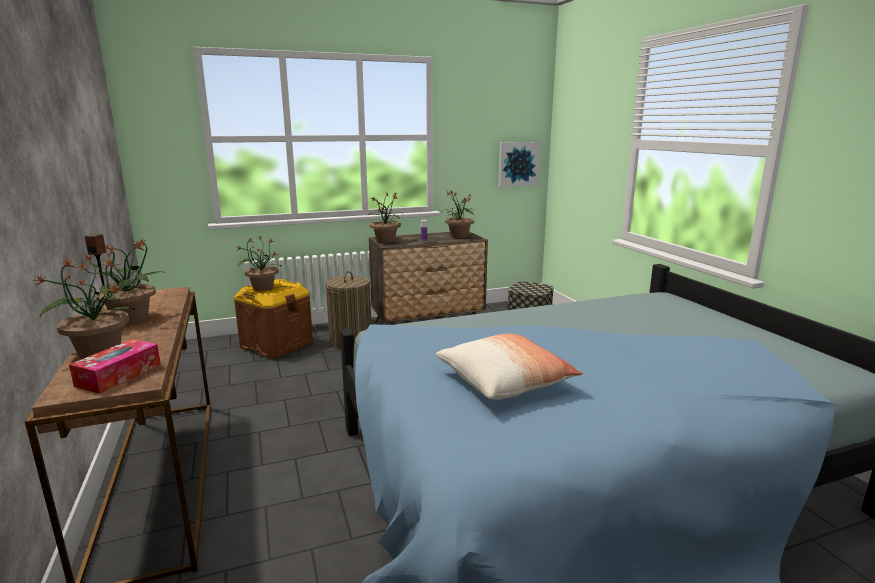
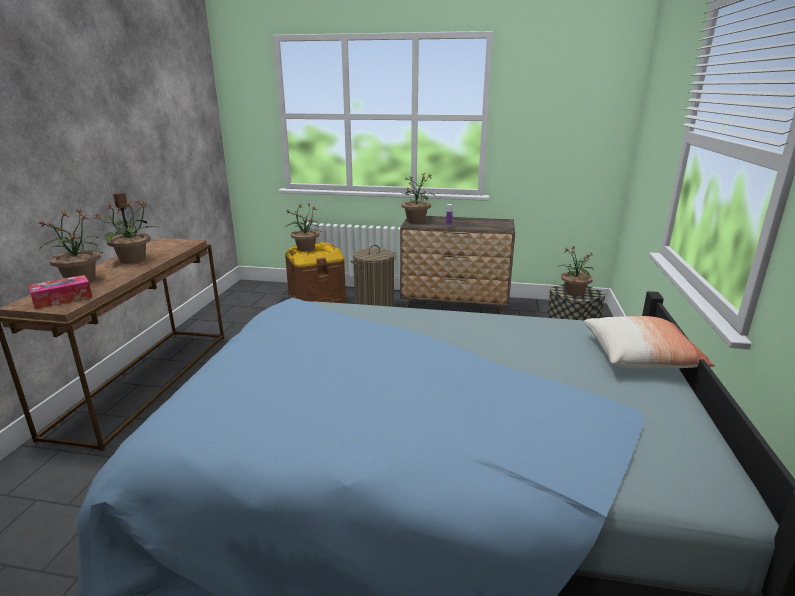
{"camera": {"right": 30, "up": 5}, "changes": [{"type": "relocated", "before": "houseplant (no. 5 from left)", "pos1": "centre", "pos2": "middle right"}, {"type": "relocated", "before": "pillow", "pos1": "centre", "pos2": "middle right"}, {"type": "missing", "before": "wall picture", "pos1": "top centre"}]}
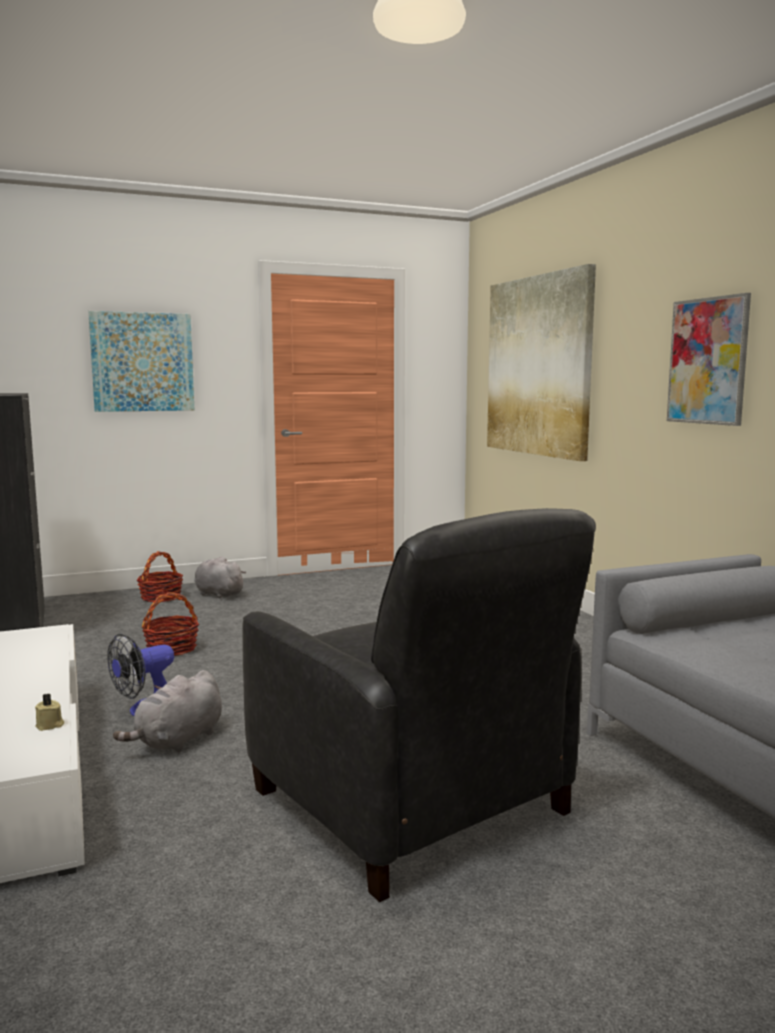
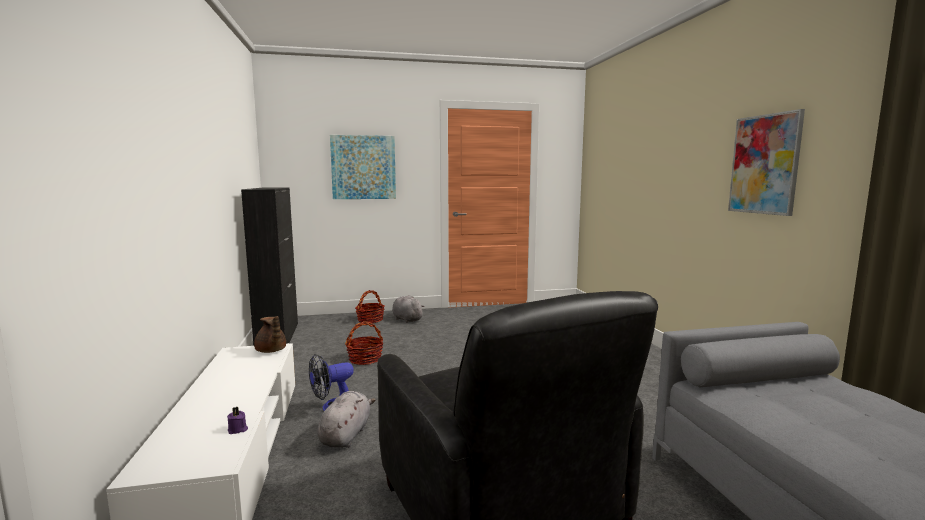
{"camera": {"right": 10, "up": 0}, "changes": [{"type": "colour", "before": "beige candle", "after": "purplish candle", "pos1": "bottom left", "pos2": "bottom left"}, {"type": "appeared", "after": "brown-coloured pot for tea", "pos2": "middle left"}, {"type": "spun", "before": "greyish cuddly toy (no. 1 from left)", "pos1": "bottom left", "pos2": "bottom centre", "turn": 150}, {"type": "missing", "before": "wall picture (no. 2 from left)", "pos1": "middle right"}]}
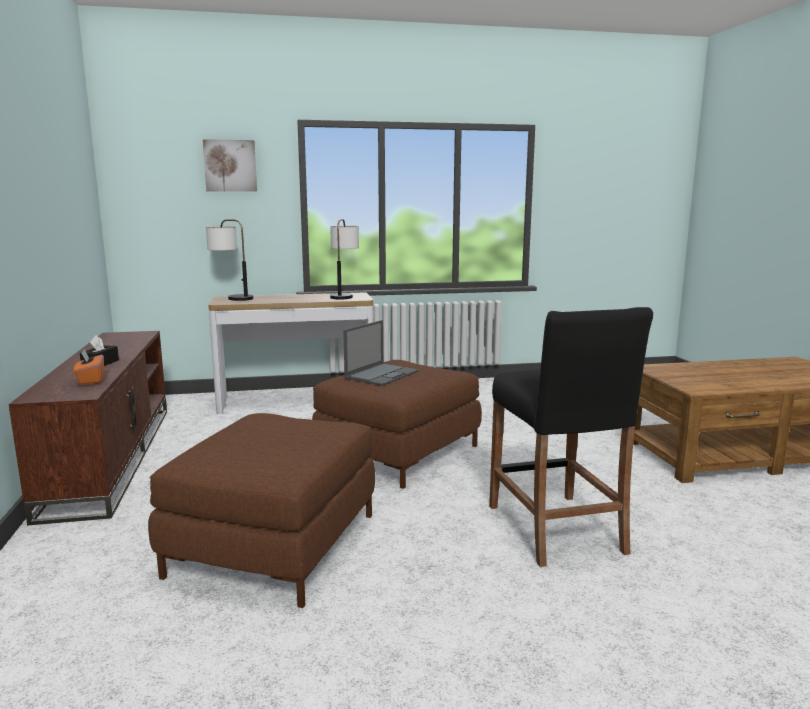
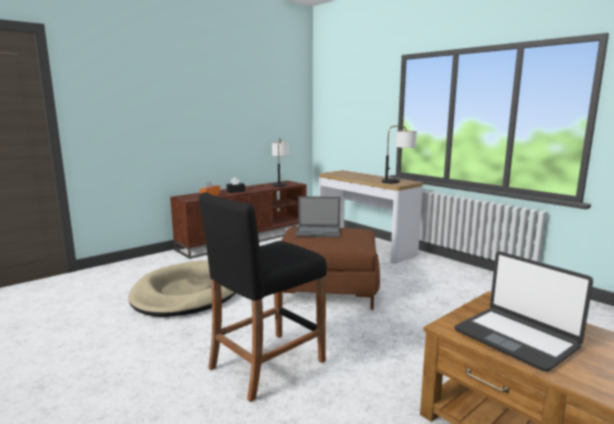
{"camera": {"right": 60, "up": 0}, "changes": [{"type": "exchanged", "before": "brown-coloured pouffe (no. 1 from left)", "after": "beige dog cushion", "pos1": "bottom left", "pos2": "bottom left"}, {"type": "relocated", "before": "lamp for a table (no. 1 from left)", "pos1": "middle left", "pos2": "centre"}, {"type": "appeared", "after": "portable computer (no. 2 from left)", "pos2": "bottom right"}, {"type": "missing", "before": "wall picture", "pos1": "top left"}]}
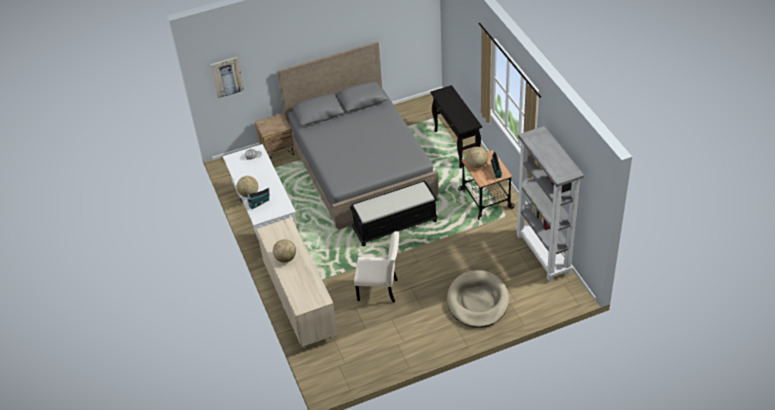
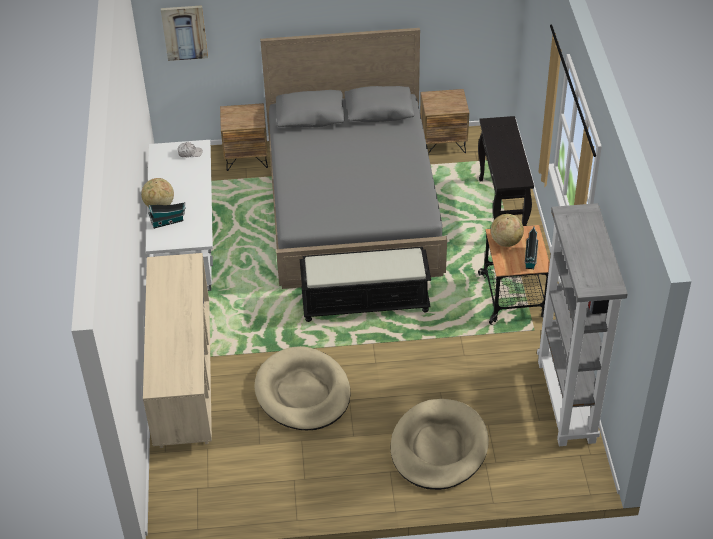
{"camera": {"right": 15, "up": 0}, "changes": [{"type": "exchanged", "before": "beige upright chair", "after": "beige dog cushion (no. 1 from left)", "pos1": "centre", "pos2": "bottom centre"}, {"type": "appeared", "after": "brown-coloured nightstand (no. 2 from left)", "pos2": "top centre"}, {"type": "missing", "before": "world globe (no. 2 from left)", "pos1": "centre"}]}
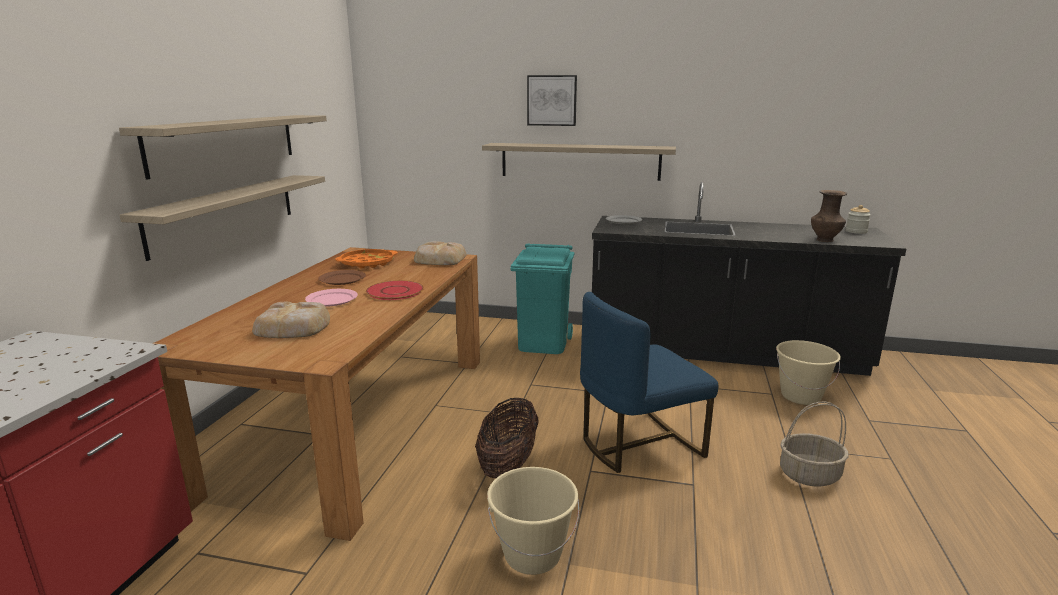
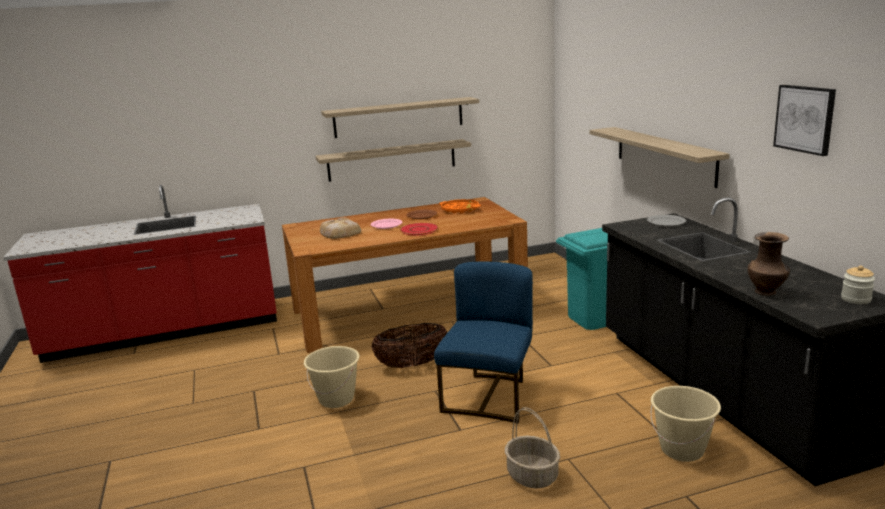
{"camera": {"right": 60, "up": 0}, "changes": [{"type": "spun", "before": "blue-coloured upright chair", "pos1": "centre", "pos2": "bottom centre", "turn": 75}, {"type": "relocated", "before": "wall picture", "pos1": "top centre", "pos2": "top right"}, {"type": "missing", "before": "bread (no. 2 from left)", "pos1": "centre"}]}
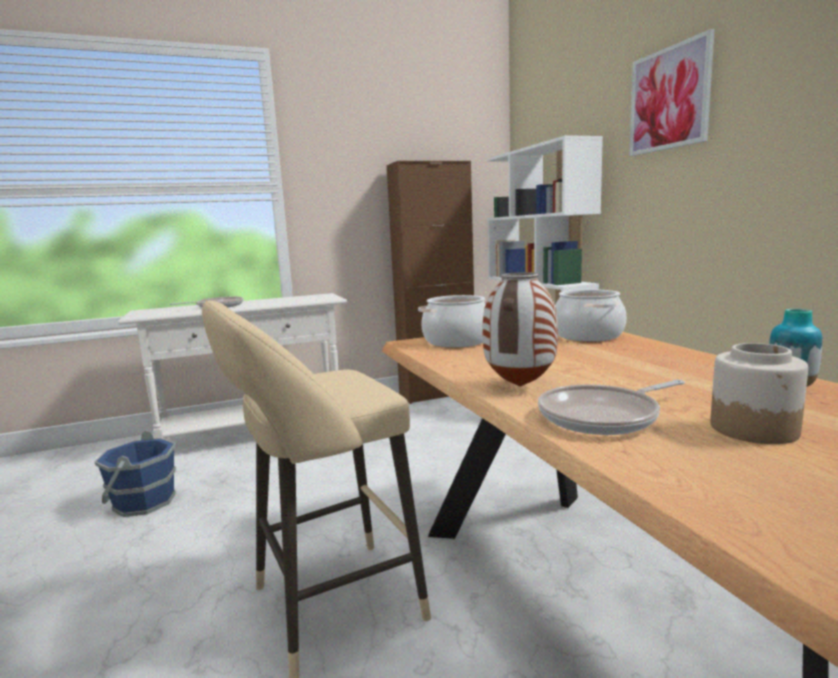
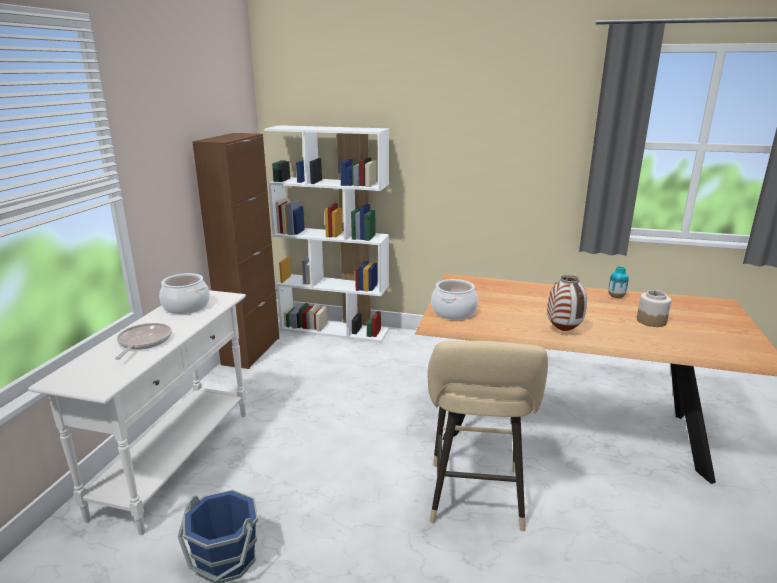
{"camera": {"right": -55, "up": 10}, "changes": [{"type": "relocated", "before": "stockpot (no. 2 from left in the first image)", "after": "stockpot (no. 1 from left)", "pos1": "middle right", "pos2": "middle left"}, {"type": "missing", "before": "skillet (no. 2 from left)", "pos1": "middle right"}, {"type": "missing", "before": "wall picture", "pos1": "top right"}]}
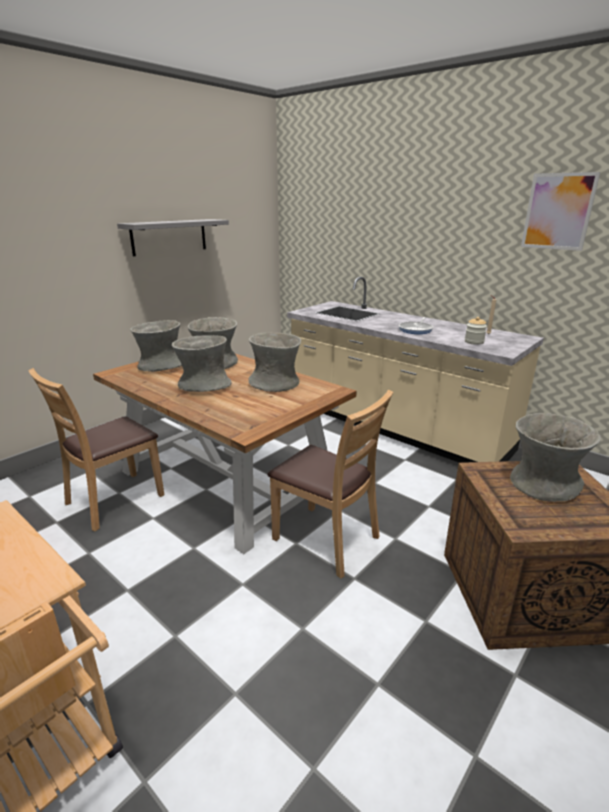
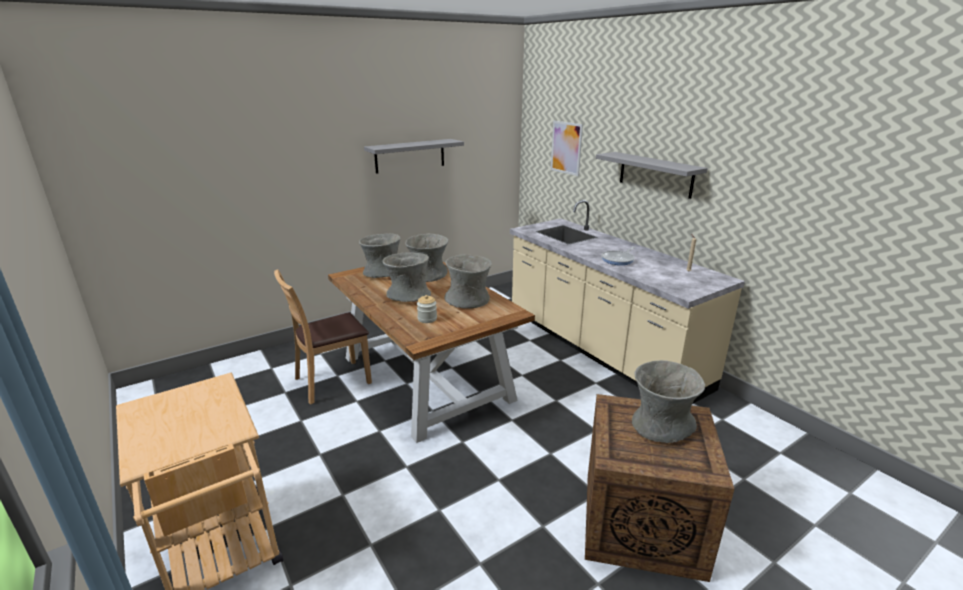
{"camera": {"right": 15, "up": 0}, "changes": [{"type": "relocated", "before": "preserve jar", "pos1": "middle right", "pos2": "centre"}, {"type": "relocated", "before": "wall picture", "pos1": "top right", "pos2": "top centre"}, {"type": "appeared", "after": "greyish bracket shelf (no. 2 from left)", "pos2": "top right"}, {"type": "missing", "before": "brown-coloured upright chair (no. 2 from left)", "pos1": "centre"}]}
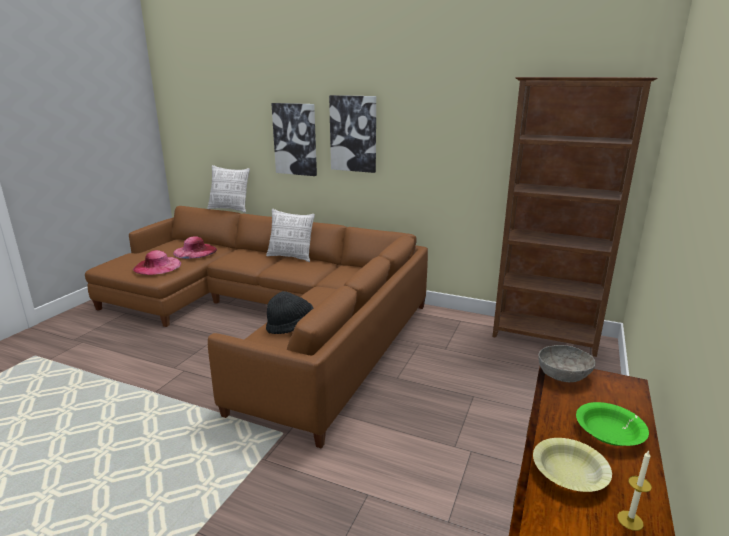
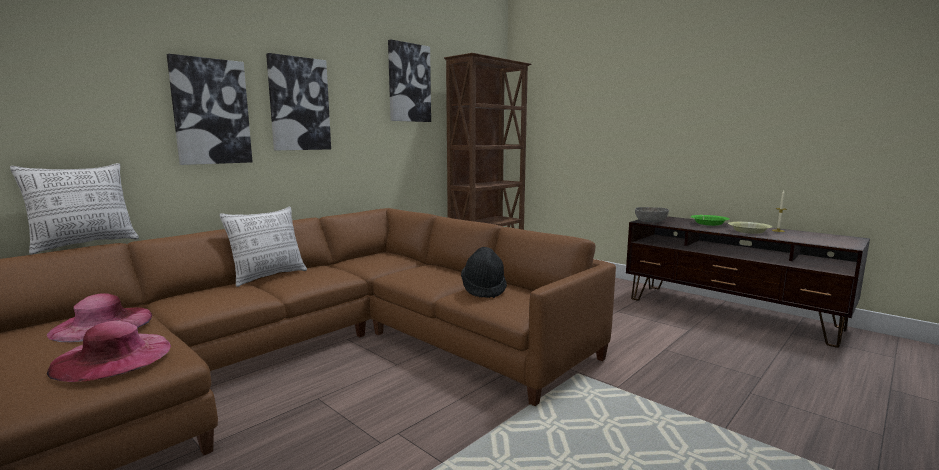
{"camera": {"right": -70, "up": -10}, "changes": [{"type": "appeared", "after": "wall picture (no. 3 from left)", "pos2": "top centre"}]}
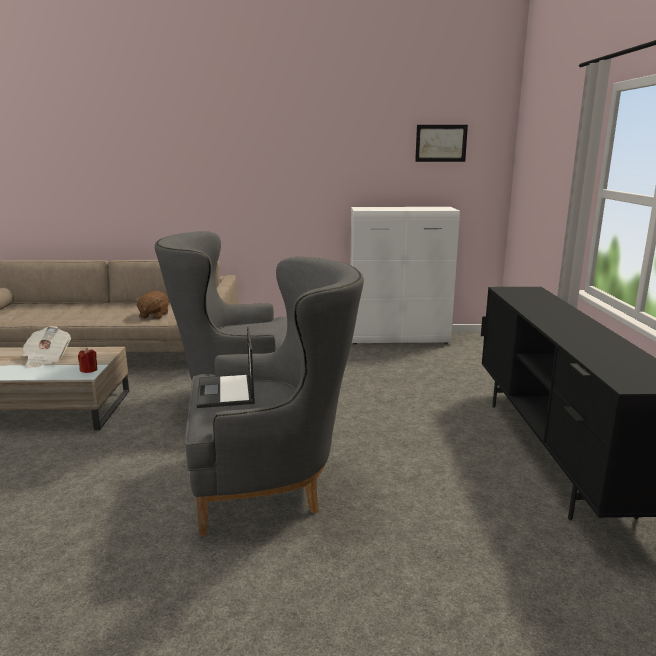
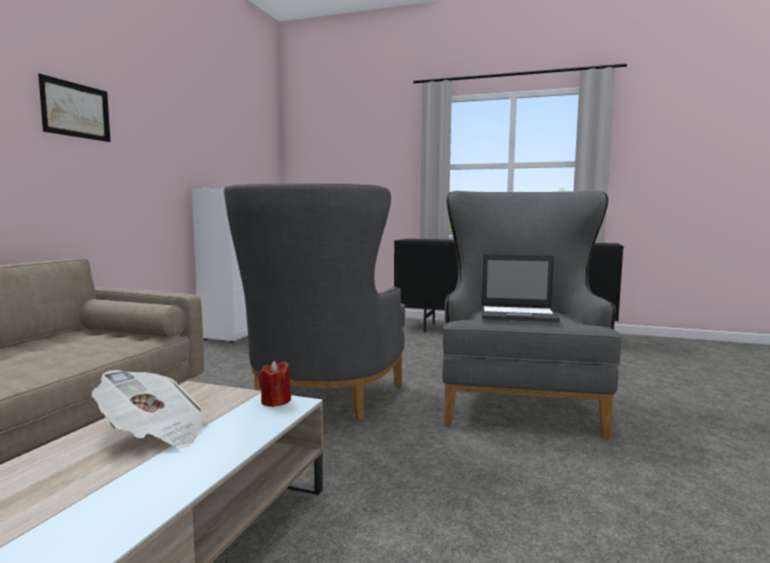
{"camera": {"right": -70, "up": -10}, "changes": [{"type": "relocated", "before": "wall picture", "pos1": "top right", "pos2": "top left"}, {"type": "missing", "before": "brown-coloured cuddly toy", "pos1": "middle left"}]}
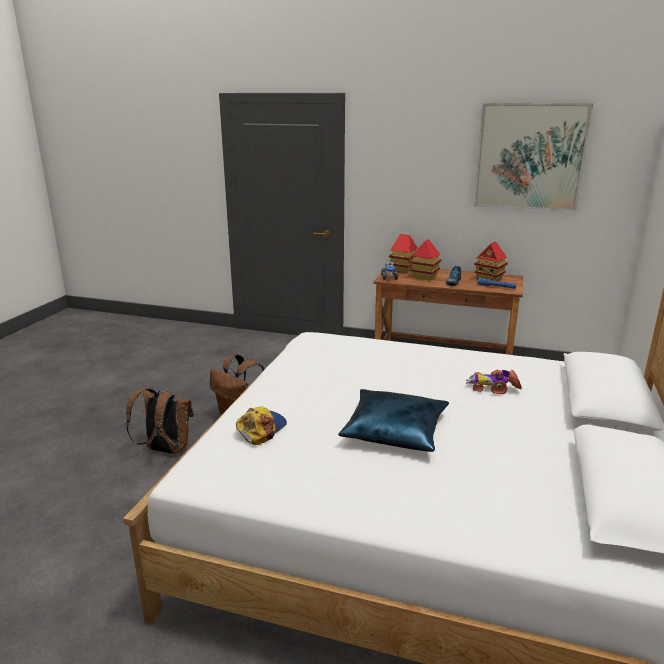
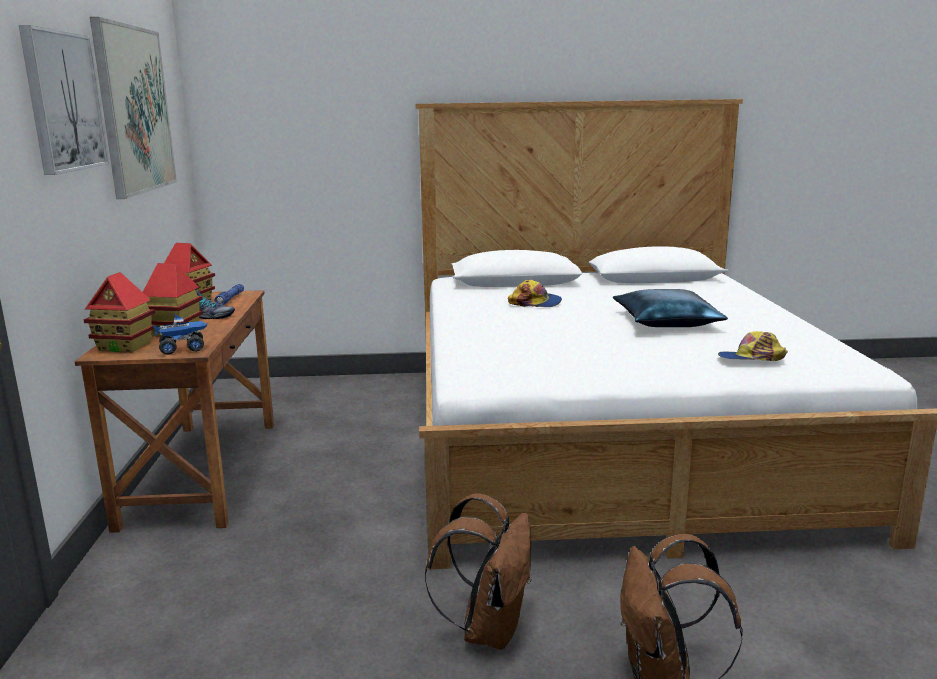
{"camera": {"right": -110, "up": -5}, "changes": [{"type": "appeared", "after": "wall picture (no. 1 from left)", "pos2": "top left"}, {"type": "exchanged", "before": "miniature car", "after": "peaked cap (no. 1 from left)", "pos1": "middle right", "pos2": "centre"}]}
